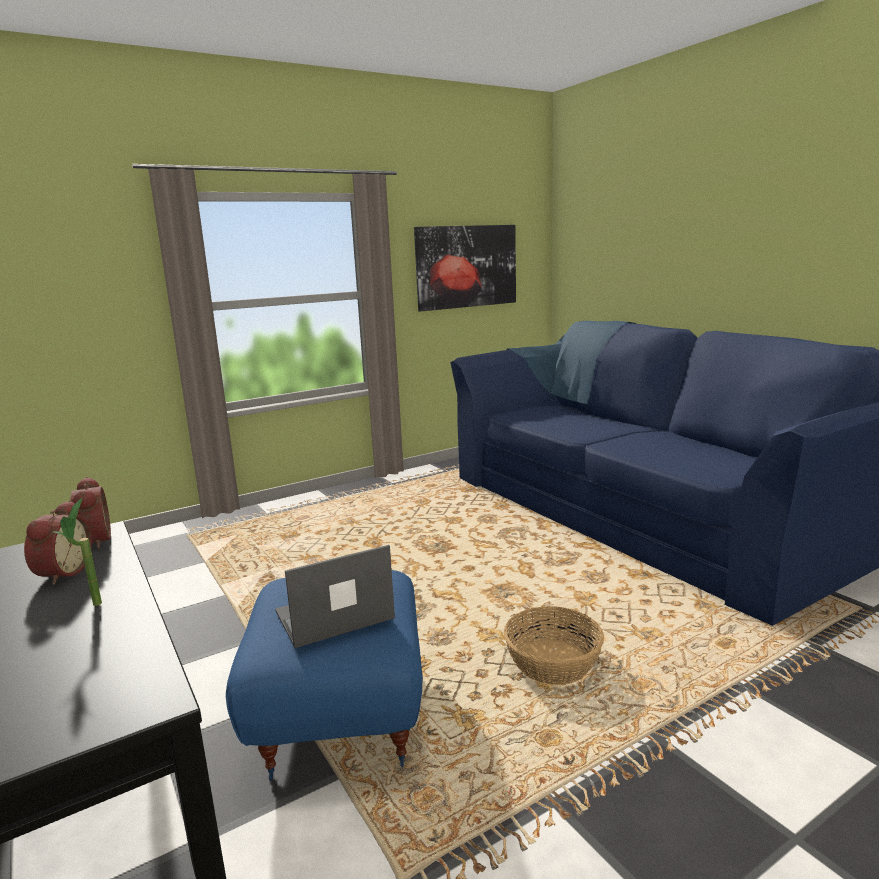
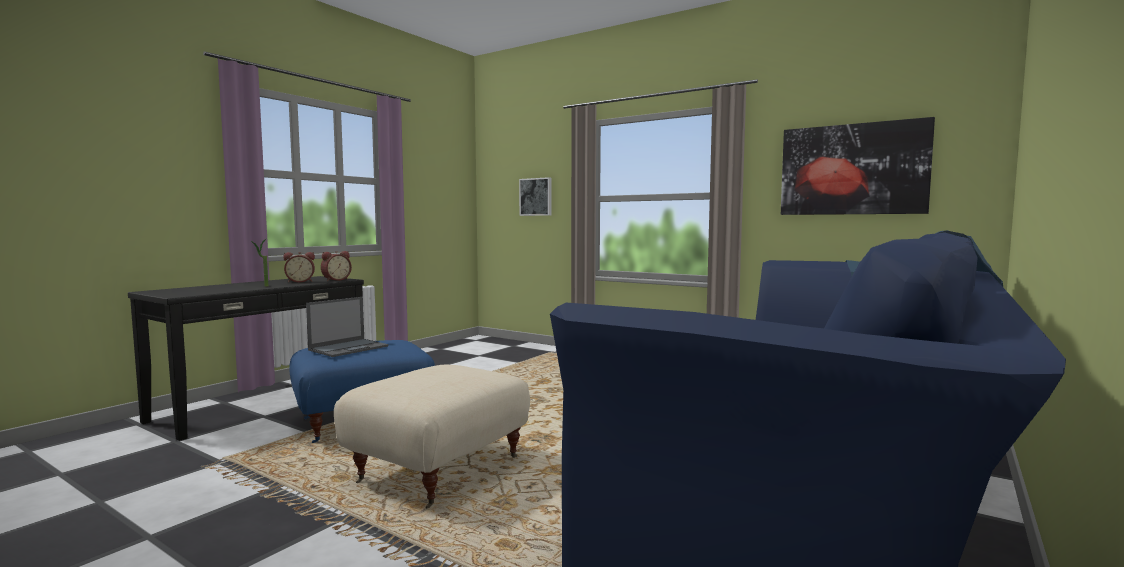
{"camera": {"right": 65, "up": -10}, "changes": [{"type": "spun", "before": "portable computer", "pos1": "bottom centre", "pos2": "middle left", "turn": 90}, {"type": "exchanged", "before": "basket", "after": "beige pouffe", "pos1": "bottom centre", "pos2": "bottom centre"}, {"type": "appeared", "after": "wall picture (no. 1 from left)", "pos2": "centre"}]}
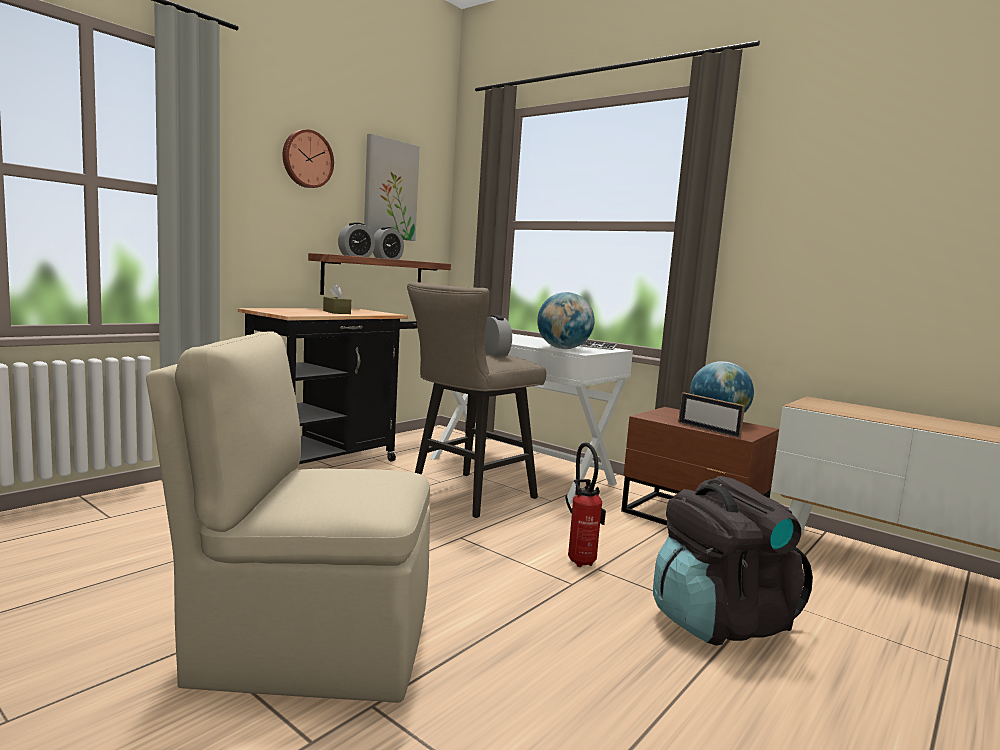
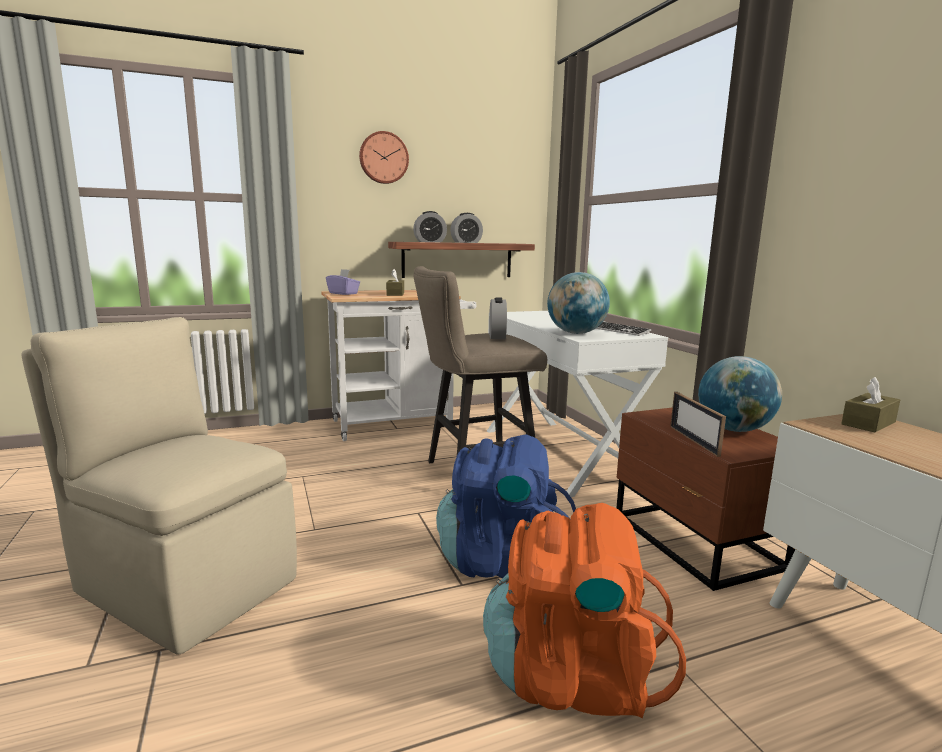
{"camera": {"right": 30, "up": 5}, "changes": [{"type": "colour", "before": "black-coloured cart", "after": "white-coloured cart", "pos1": "middle left", "pos2": "centre"}, {"type": "appeared", "after": "purplish tissue holder", "pos2": "centre"}, {"type": "exchanged", "before": "fire extinguisher", "after": "blue-coloured knapsack", "pos1": "bottom centre", "pos2": "bottom centre"}, {"type": "colour", "before": "black-coloured knapsack", "after": "orangey knapsack", "pos1": "bottom right", "pos2": "bottom centre"}, {"type": "appeared", "after": "brown-coloured tissue holder (no. 2 from left)", "pos2": "middle right"}, {"type": "missing", "before": "wall picture", "pos1": "top centre"}]}
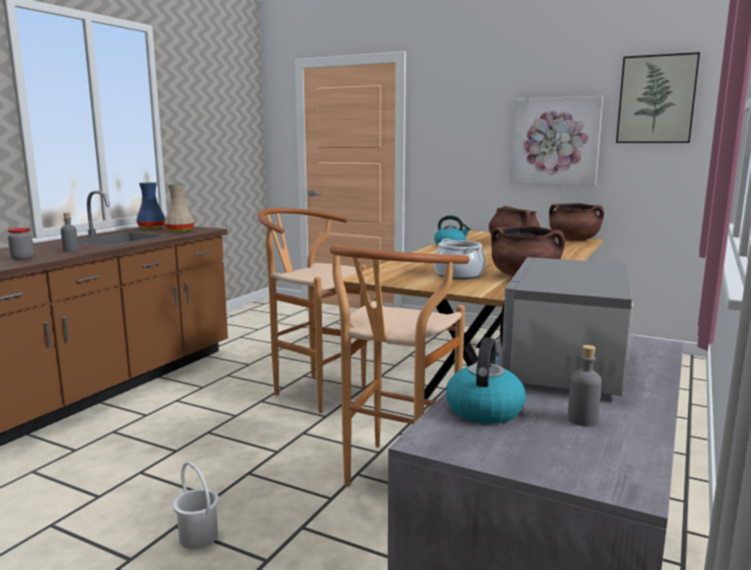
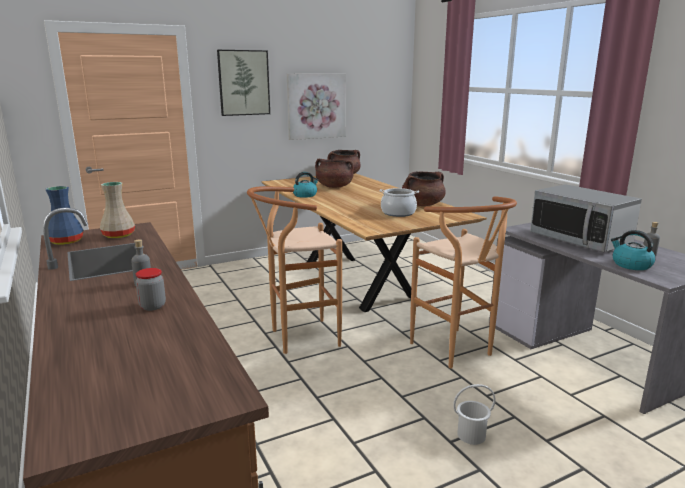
{"camera": {"right": -55, "up": 5}, "changes": [{"type": "relocated", "before": "wall picture (no. 2 from left in the first image)", "after": "wall picture (no. 1 from left)", "pos1": "top right", "pos2": "top centre"}]}
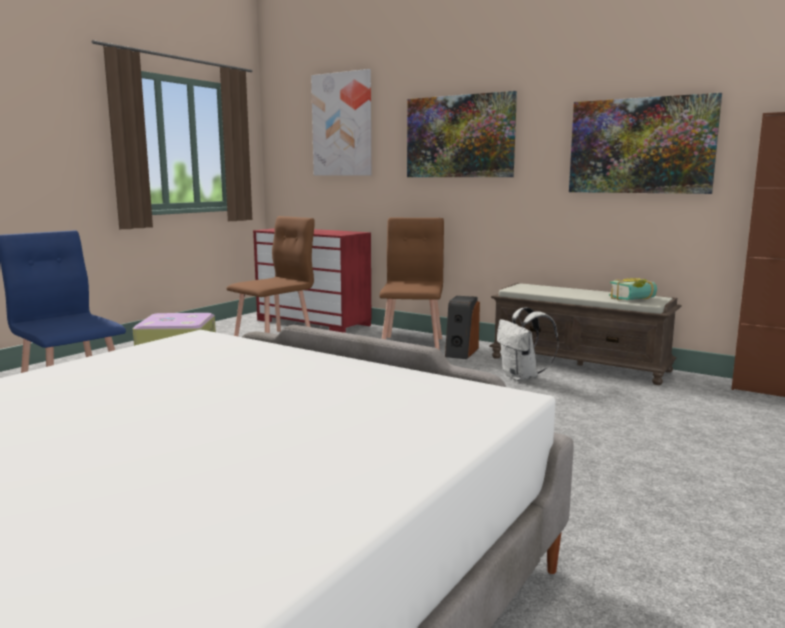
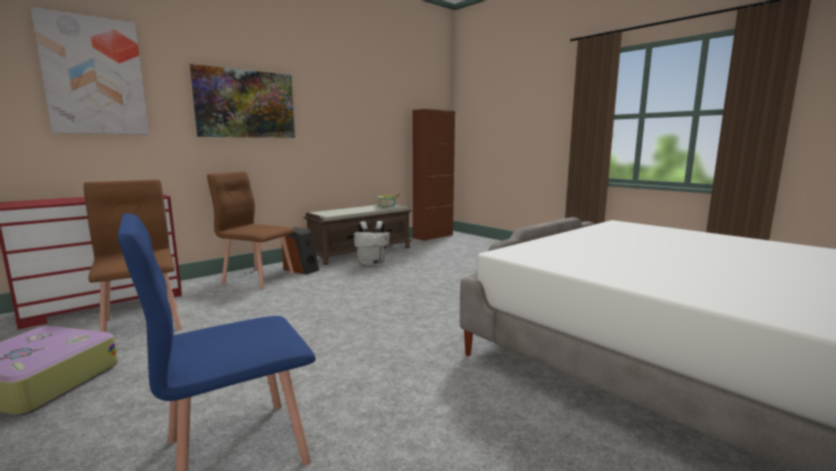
{"camera": {"right": -75, "up": 0}, "changes": [{"type": "missing", "before": "wall picture (no. 3 from left)", "pos1": "top right"}]}
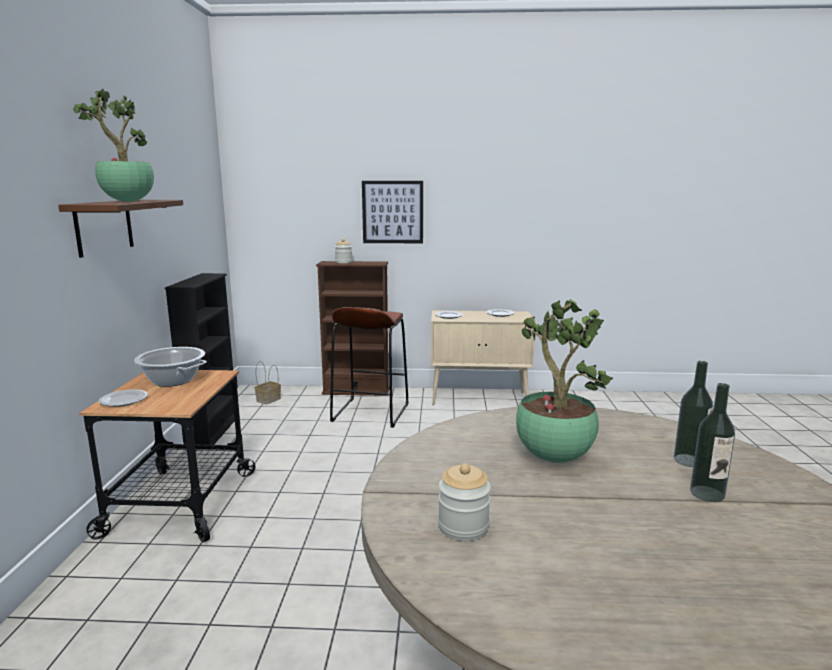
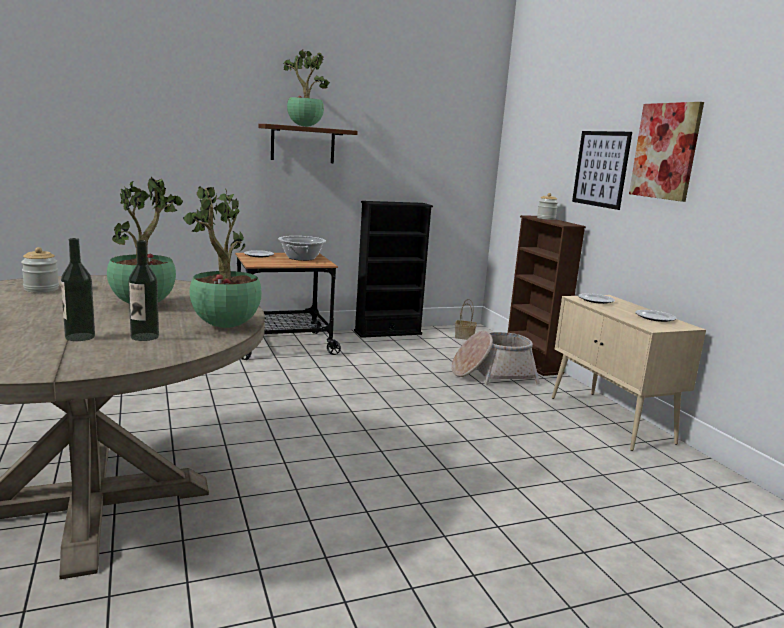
{"camera": {"right": 65, "up": 0}, "changes": [{"type": "appeared", "after": "houseplant (no. 2 from left)", "pos2": "middle left"}, {"type": "exchanged", "before": "brown-coloured stool seat", "after": "basket (no. 2 from left)", "pos1": "centre", "pos2": "centre"}, {"type": "appeared", "after": "wall picture (no. 2 from left)", "pos2": "top right"}]}
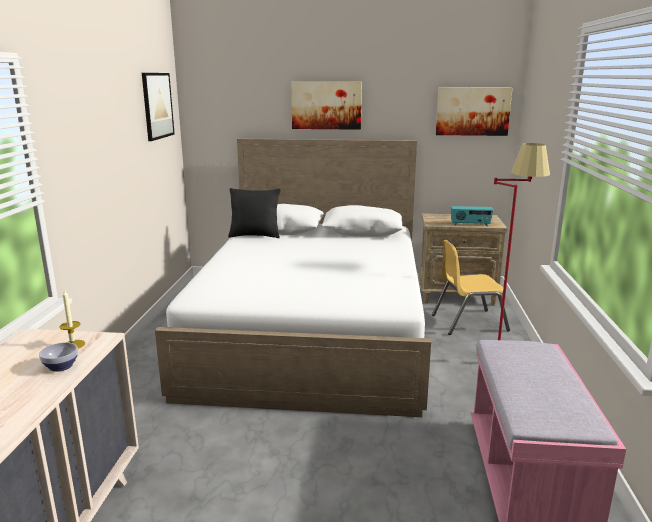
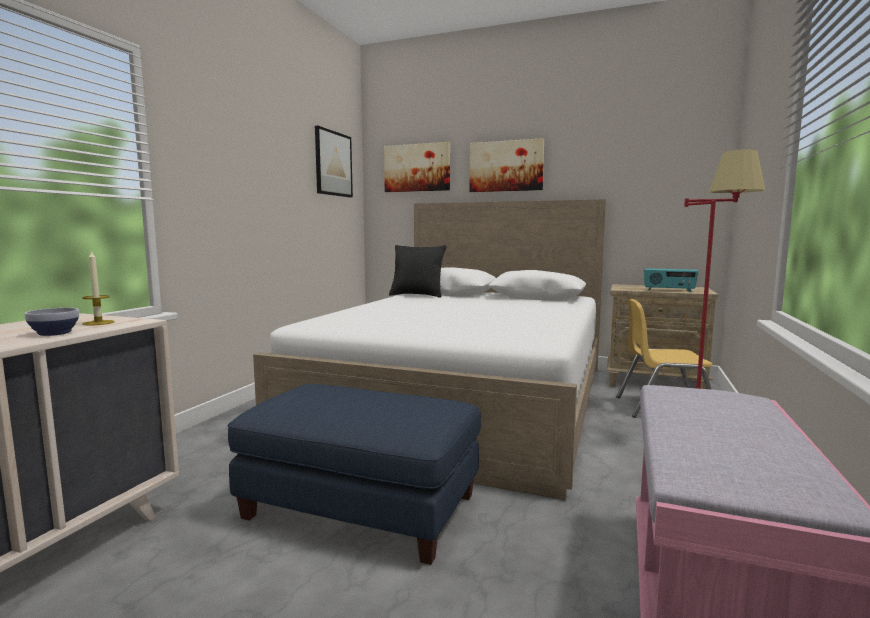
{"camera": {"right": 15, "up": -10}, "changes": [{"type": "appeared", "after": "blue-coloured pouffe", "pos2": "bottom centre"}, {"type": "relocated", "before": "wall picture (no. 3 from left in the first image)", "after": "wall picture (no. 2 from left)", "pos1": "top right", "pos2": "top centre"}]}
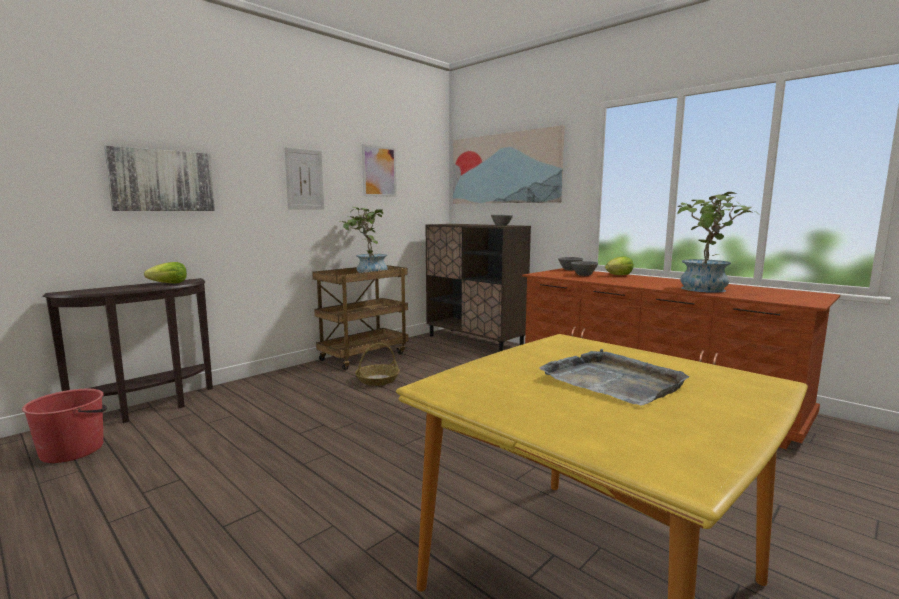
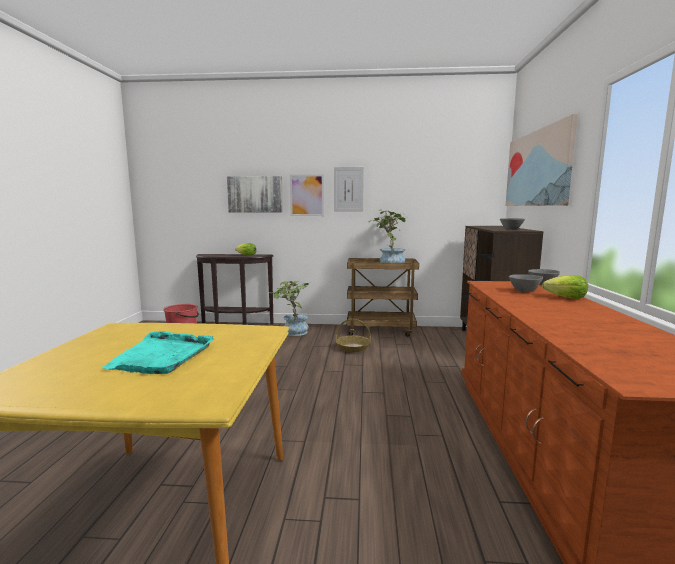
{"camera": {"right": 50, "up": 0}, "changes": [{"type": "colour", "before": "greyish carrying tray", "after": "turquoise carrying tray", "pos1": "middle right", "pos2": "middle left"}, {"type": "relocated", "before": "houseplant (no. 2 from left in the first image)", "after": "houseplant (no. 1 from left)", "pos1": "middle right", "pos2": "centre"}, {"type": "relocated", "before": "wall picture (no. 3 from left in the first image)", "after": "wall picture (no. 2 from left)", "pos1": "top centre", "pos2": "centre"}]}
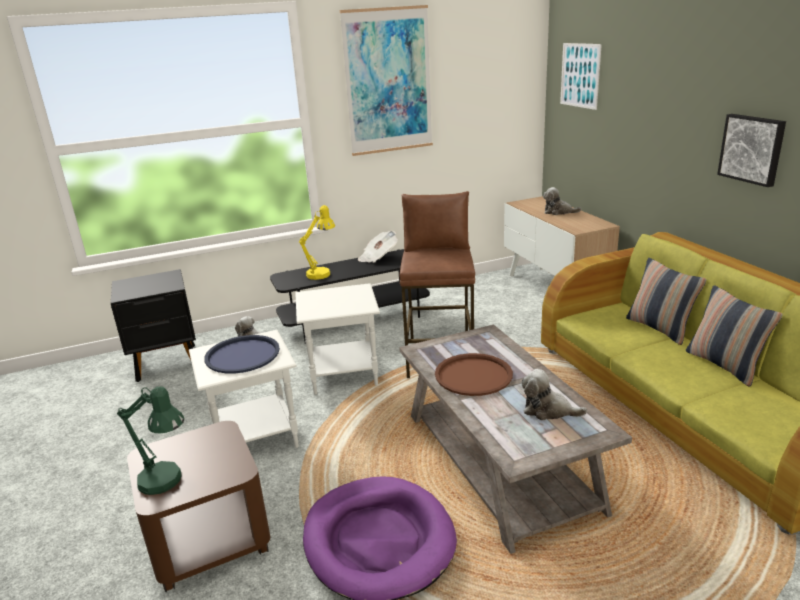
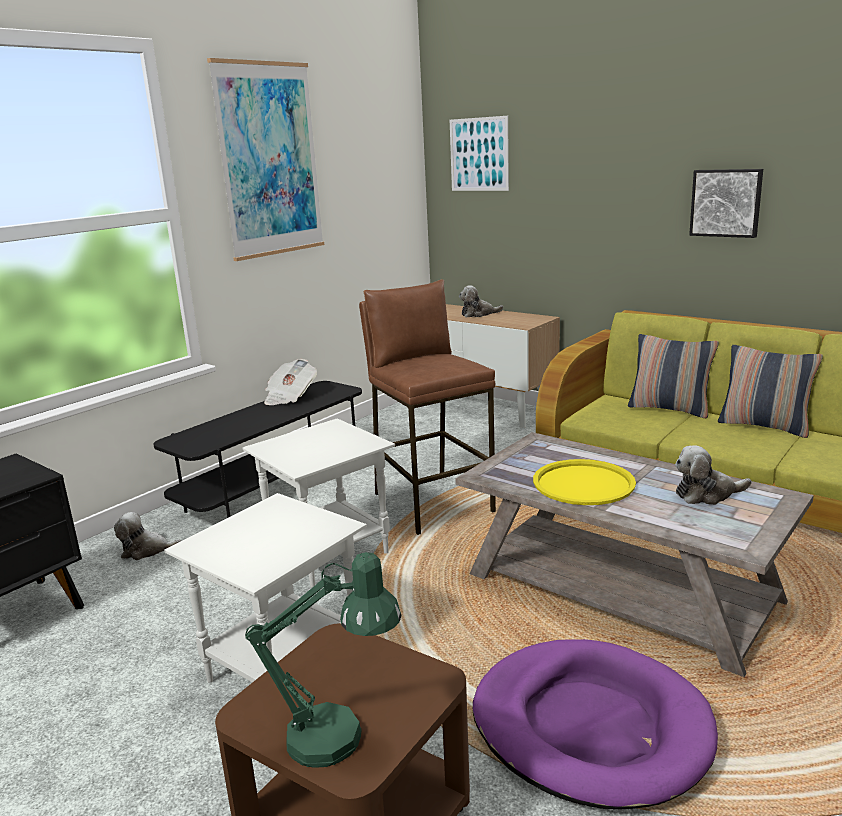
{"camera": {"right": -30, "up": -5}, "changes": [{"type": "colour", "before": "brown-coloured carrying tray", "after": "yellow carrying tray", "pos1": "centre", "pos2": "middle right"}, {"type": "missing", "before": "blue-coloured carrying tray", "pos1": "middle left"}, {"type": "missing", "before": "yellow lamp for a table", "pos1": "centre"}]}
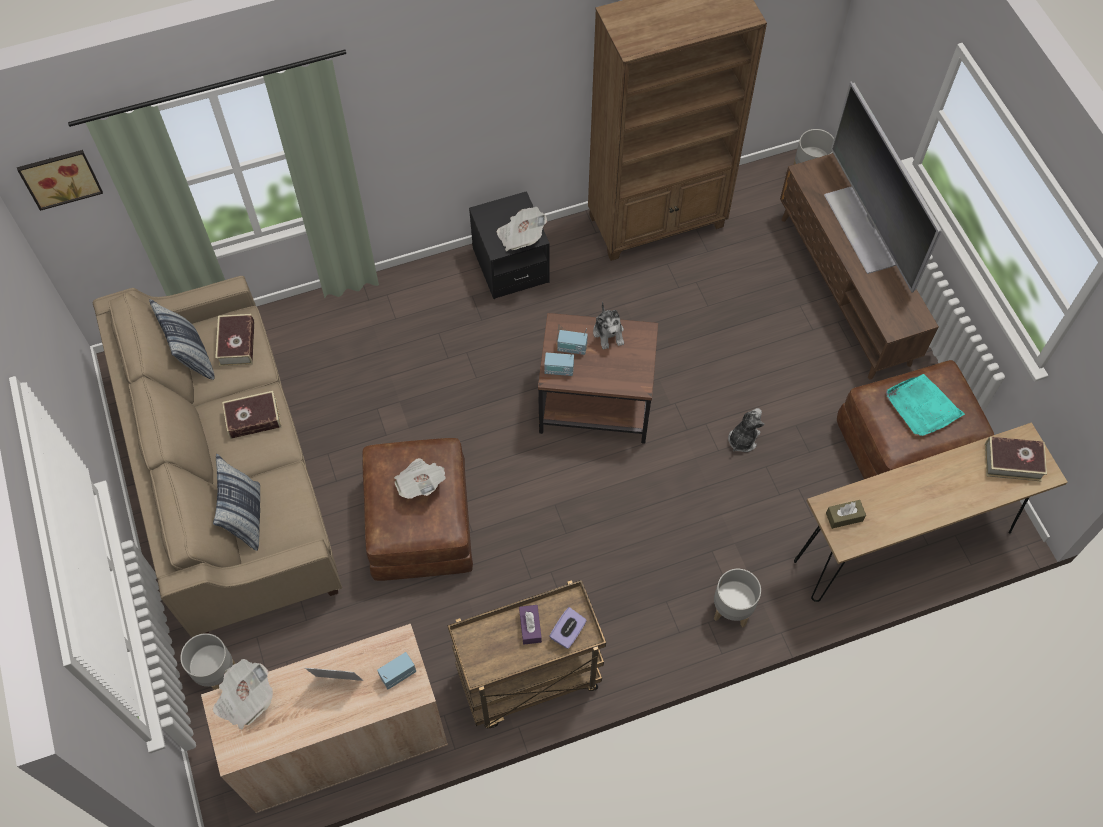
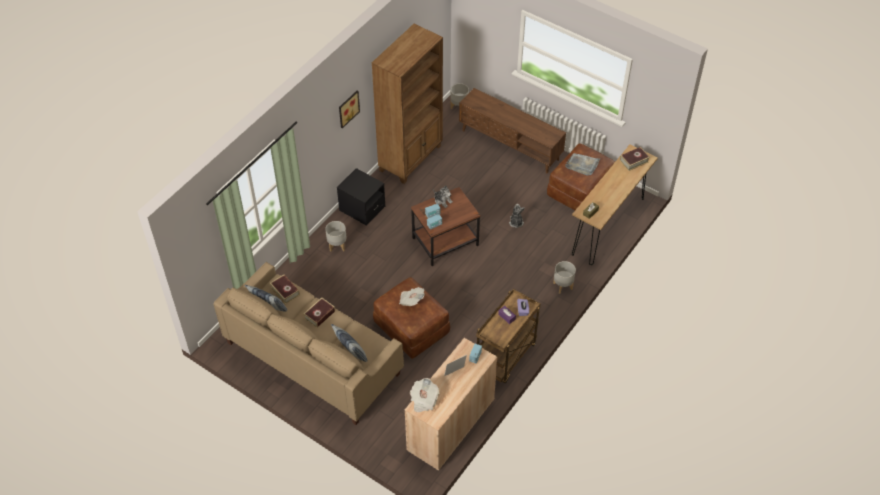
{"camera": {"right": -35, "up": -10}, "changes": [{"type": "relocated", "before": "greyish plant pot (no. 1 from left)", "pos1": "bottom left", "pos2": "centre"}, {"type": "relocated", "before": "wall picture", "pos1": "top left", "pos2": "top centre"}, {"type": "colour", "before": "turquoise carrying tray", "after": "greyish carrying tray", "pos1": "middle right", "pos2": "top centre"}, {"type": "missing", "before": "newspaper (no. 3 from left)", "pos1": "top centre"}, {"type": "missing", "before": "television", "pos1": "top right"}]}
